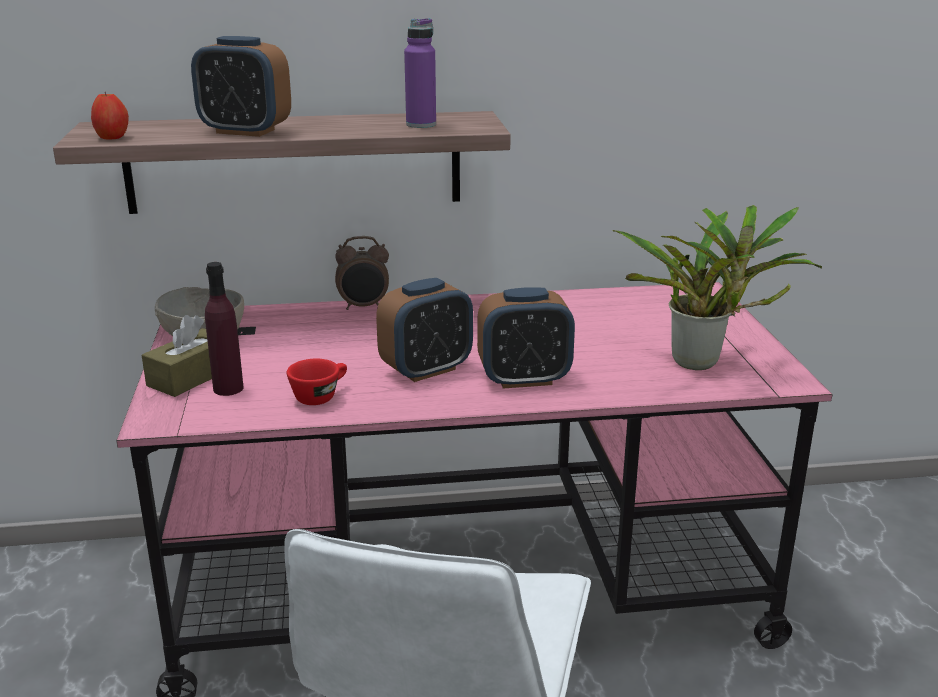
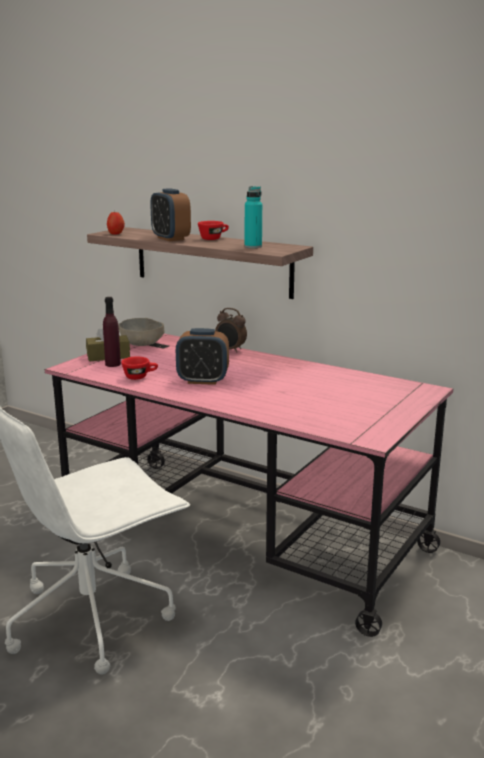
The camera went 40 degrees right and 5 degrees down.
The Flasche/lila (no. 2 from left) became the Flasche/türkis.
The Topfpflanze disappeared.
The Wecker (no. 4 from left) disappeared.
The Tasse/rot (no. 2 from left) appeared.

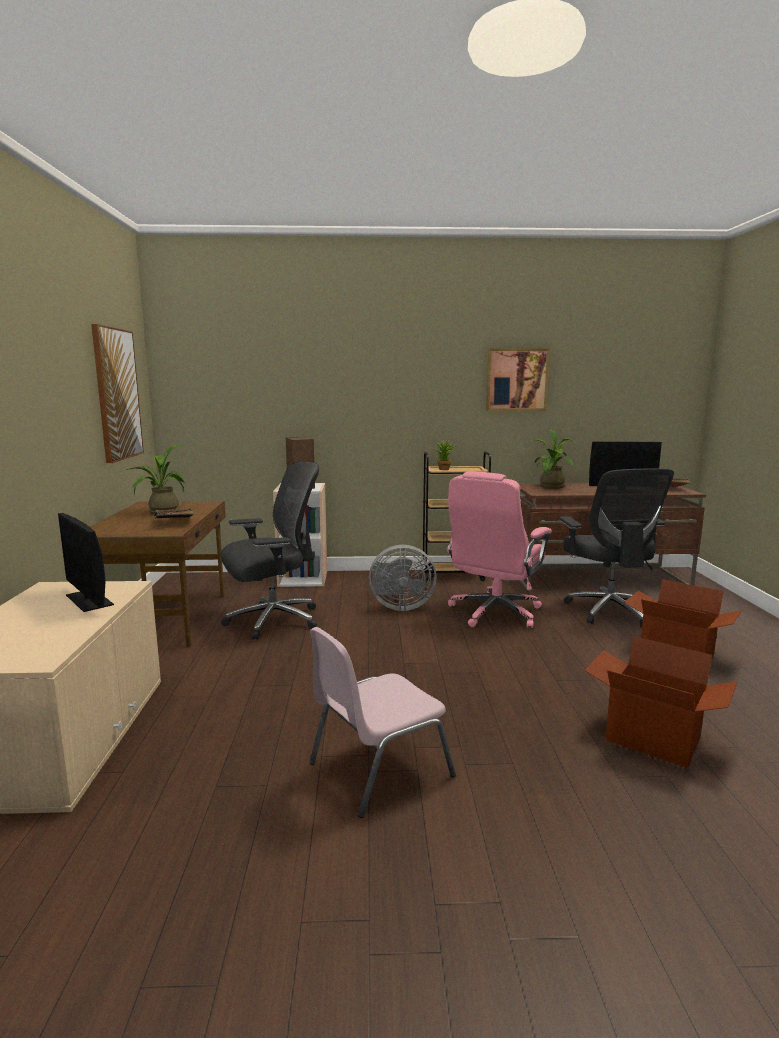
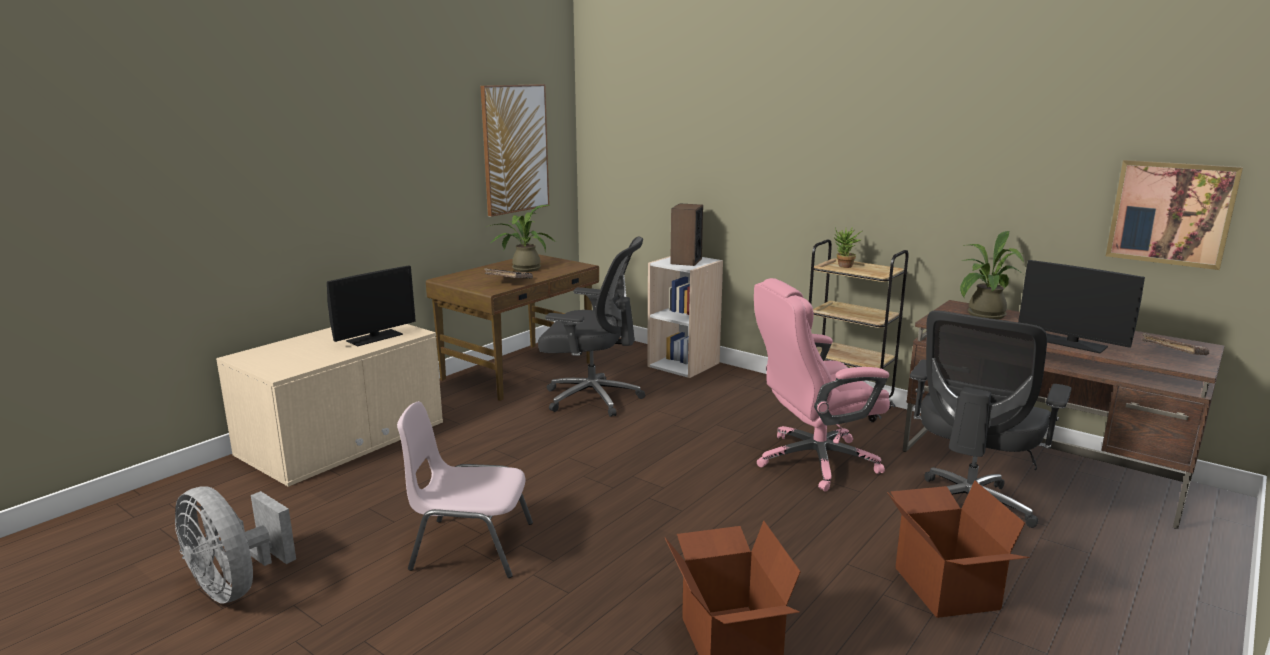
The camera went 40 degrees right and 5 degrees up.
The Bild (no. 2 from left) moved.
The Monitor (no. 1 from left) turned 135 degrees counterclockwise.
The Ventilator/grau moved.

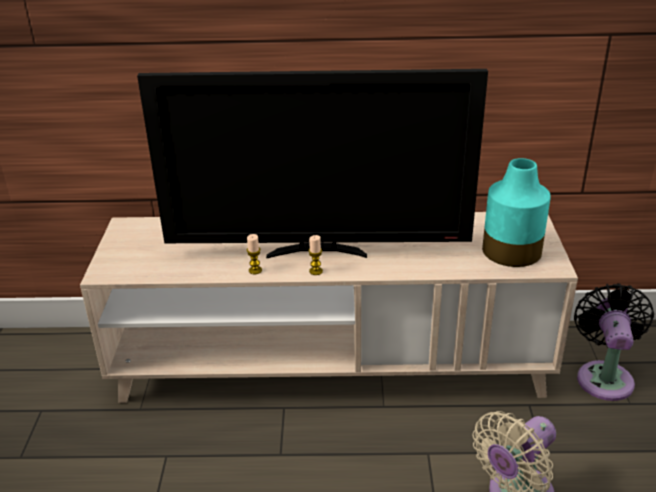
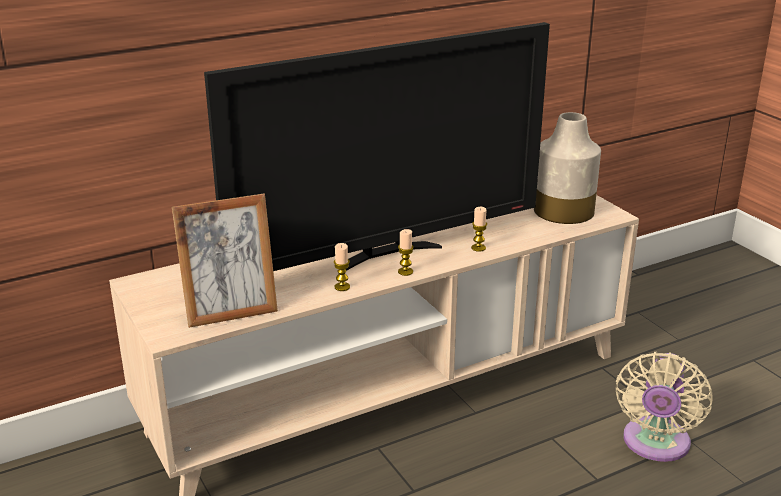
The camera went 30 degrees left and 5 degrees down.
The Vase/türkis became the Vase/beige.
The Ventilator/schwarz disappeared.
The Bilderrahmen appeared.
The Kerze (no. 3 from left) appeared.

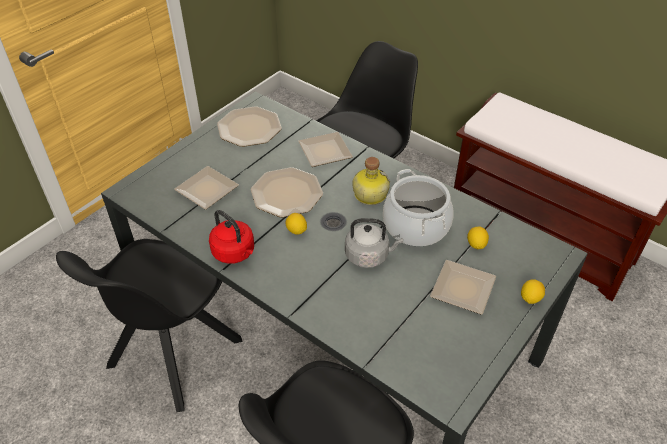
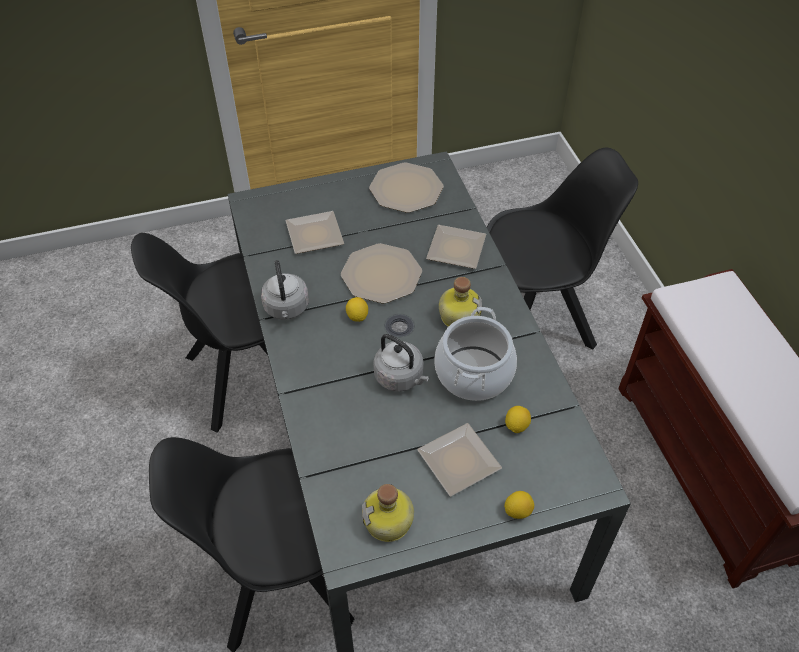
The camera went 35 degrees right and 5 degrees up.
The Wasserkessel/rot became the Wasserkessel/grau (no. 1 from left).
The Flasche (no. 1 from left) appeared.

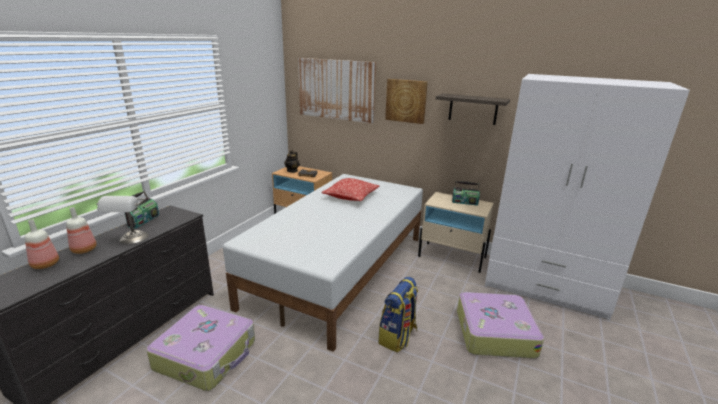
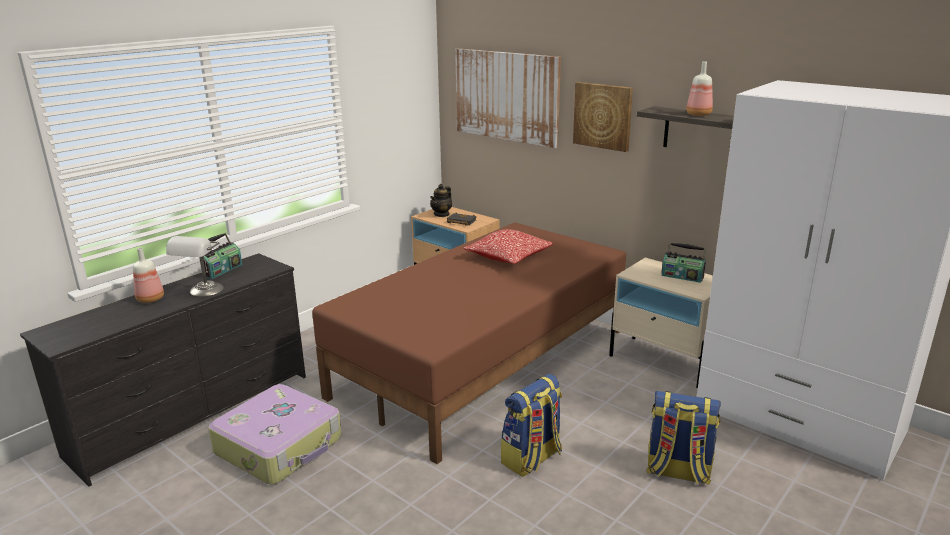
The camera went 15 degrees right and 0 degrees up.
The Bett/weiß became the Bett/braun.
The Flasche (no. 1 from left in the first image) moved.
The Koffer (no. 2 from left) was replaced by the Rucksack (no. 2 from left).

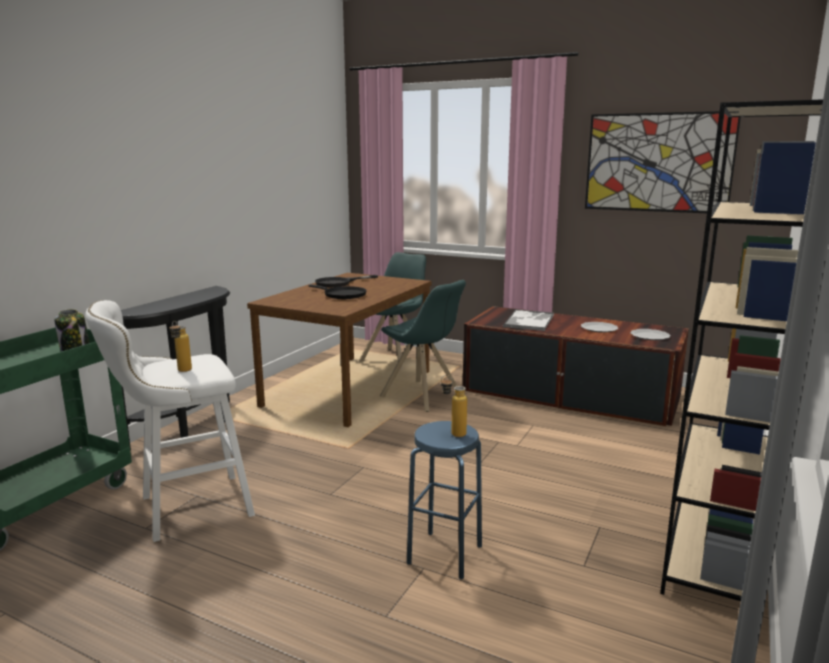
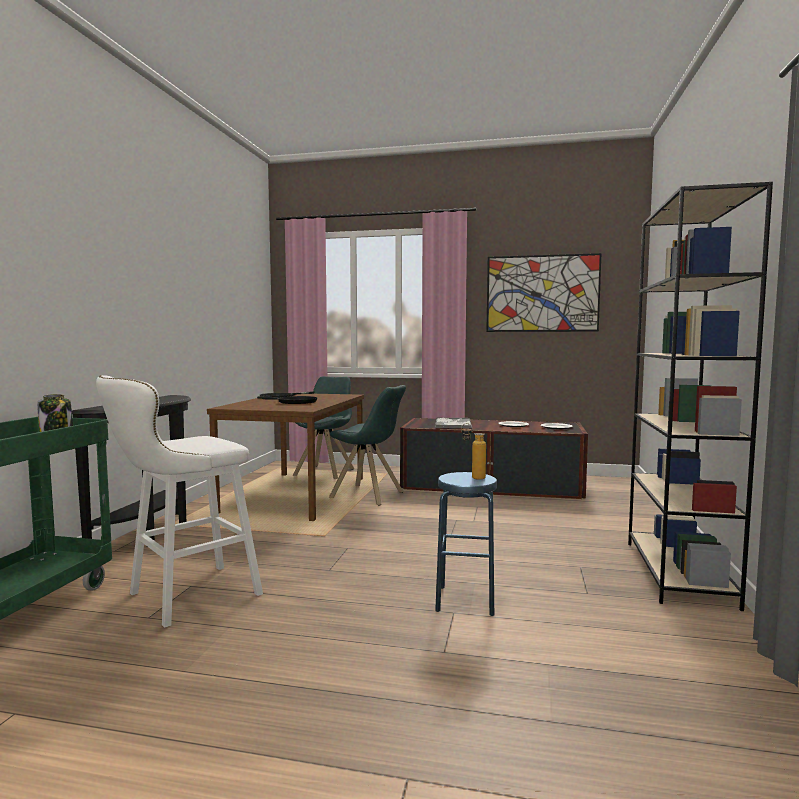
The camera went 15 degrees left and 10 degrees down.
The Flasche (no. 1 from left) disappeared.

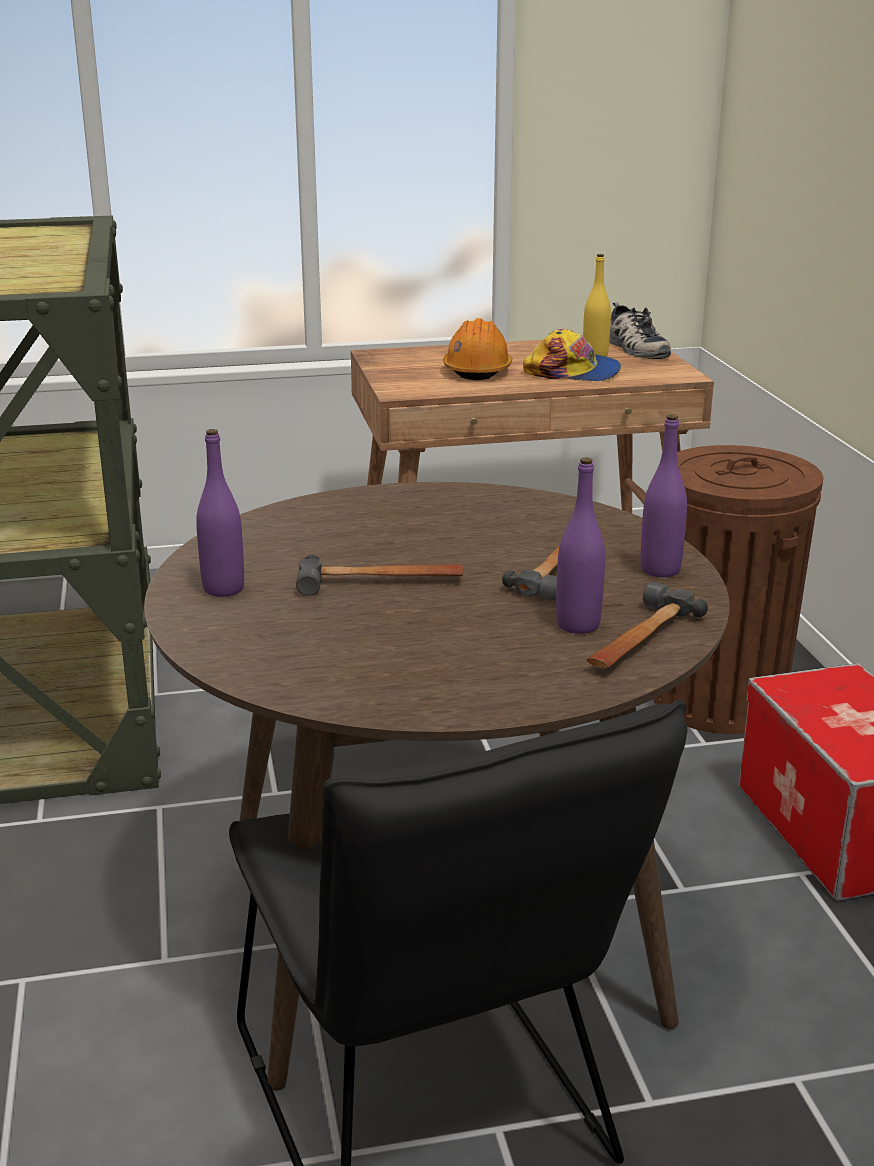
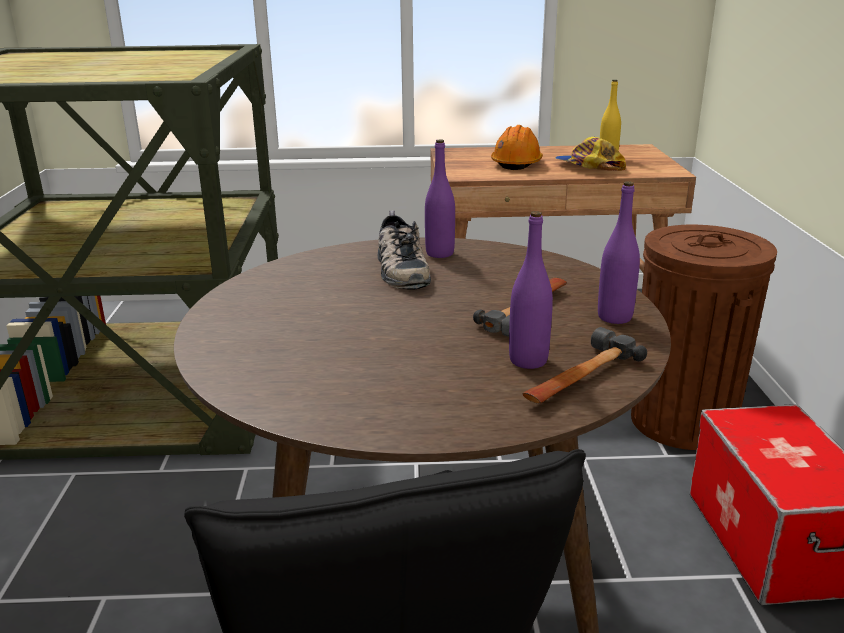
The camera went 10 degrees right and 0 degrees up.
The Schuh moved.
The Kappe turned 150 degrees counterclockwise.
The Flasche/lila (no. 1 from left) moved.
The Hammer (no. 1 from left) disappeared.

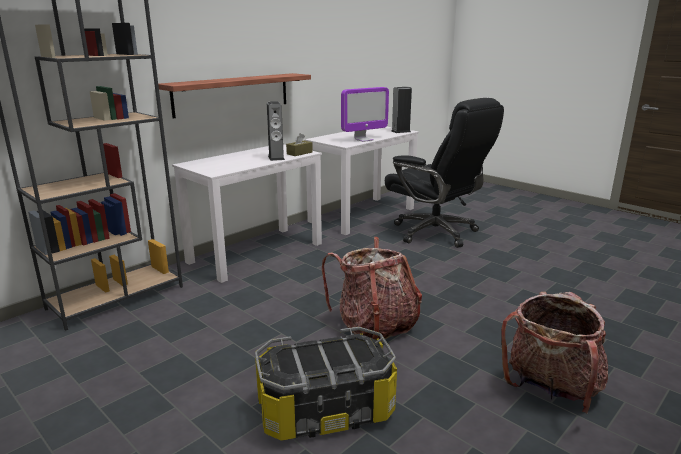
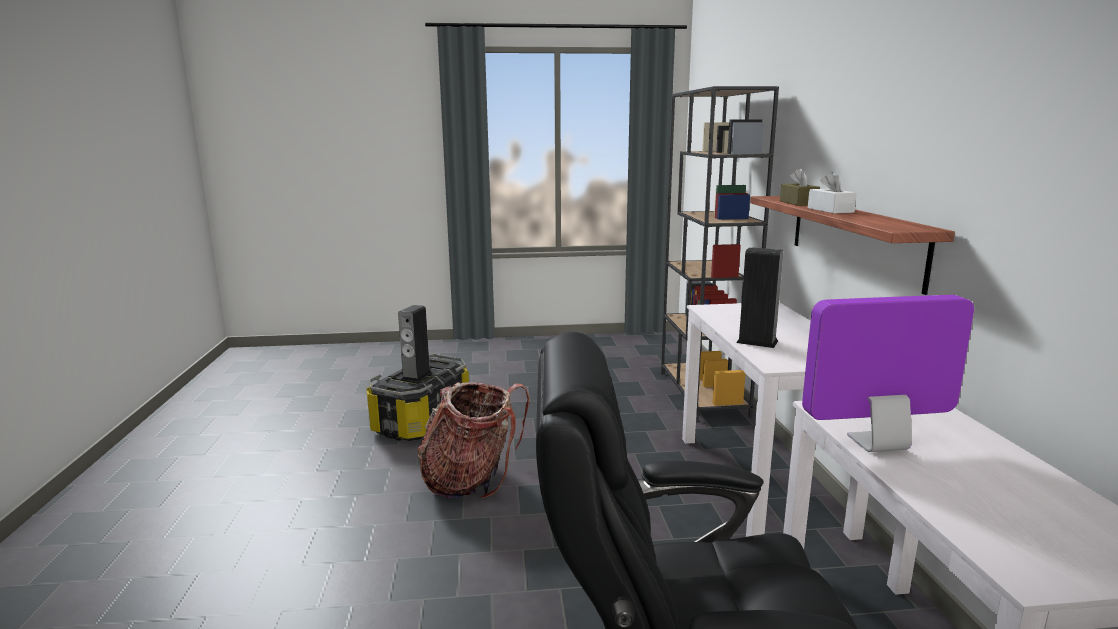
The camera went 130 degrees right and 5 degrees down.
The Monitor turned 75 degrees clockwise.
The Lautsprecher (no. 2 from left in the first image) moved.
The Taschentuchbox/braun moved.
The Rucksack (no. 2 from left) disappeared.
The Taschentuchbox/weiß appeared.

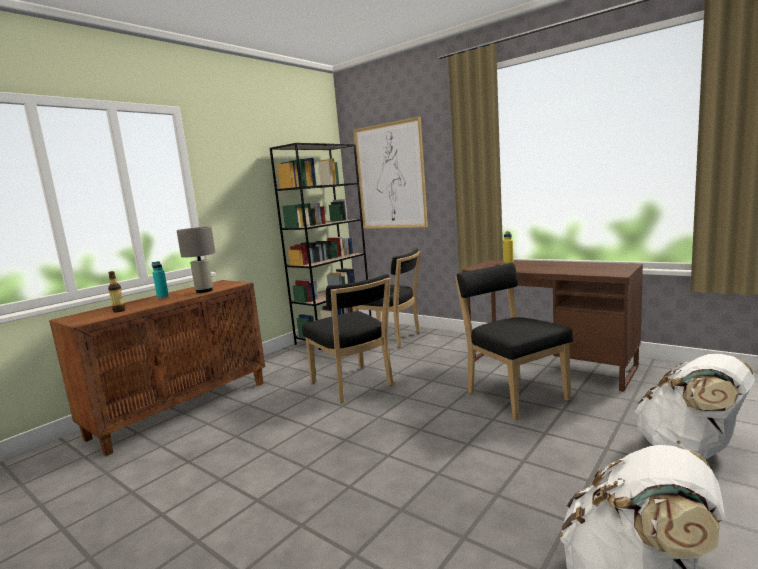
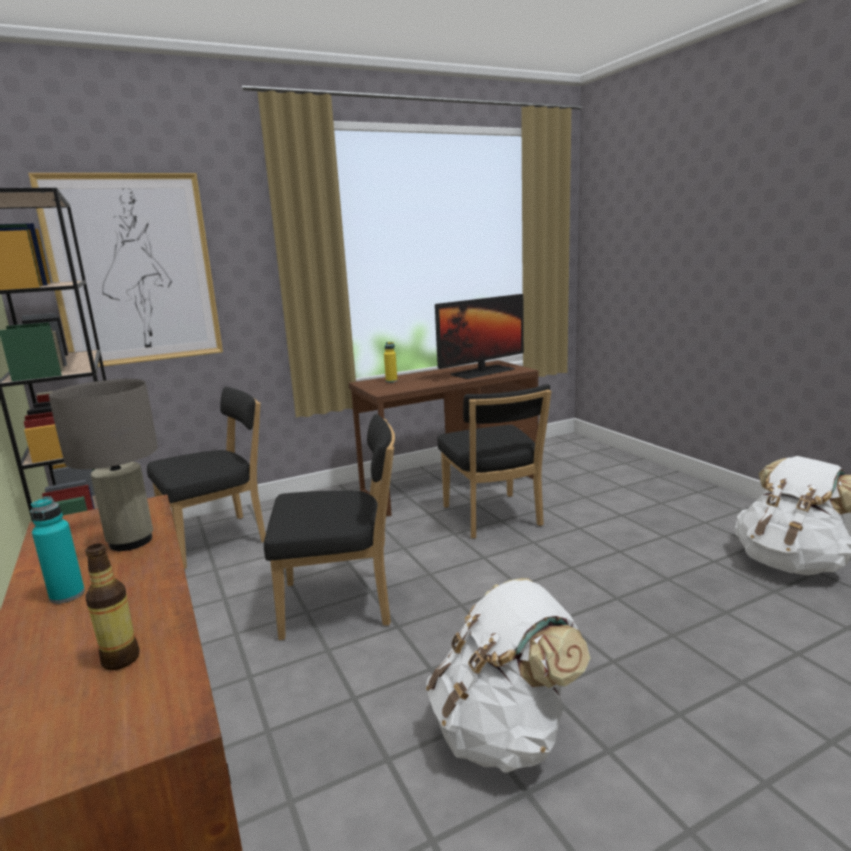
The camera went 65 degrees left and 5 degrees up.
The Stuhl/schwarz (no. 3 from left) turned 105 degrees counterclockwise.
The Rucksack/weiß (no. 2 from left in the first image) moved.
The Monitor appeared.

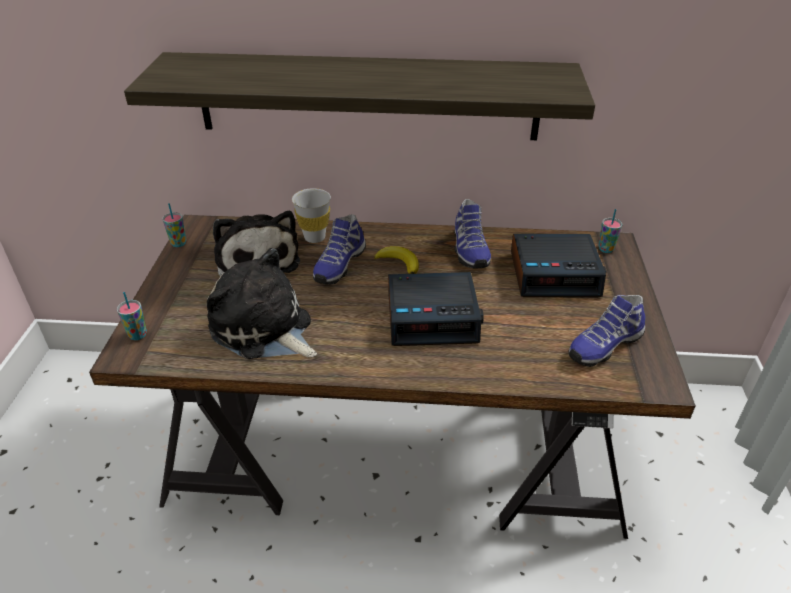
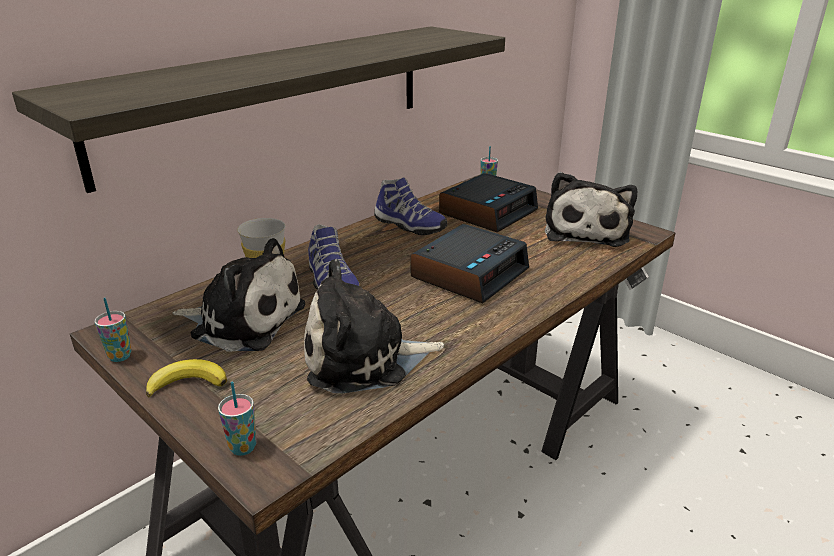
The camera went 50 degrees left and 10 degrees down.
The Banane moved.
The Schuh (no. 3 from left) was replaced by the Plüschtier (no. 3 from left).

